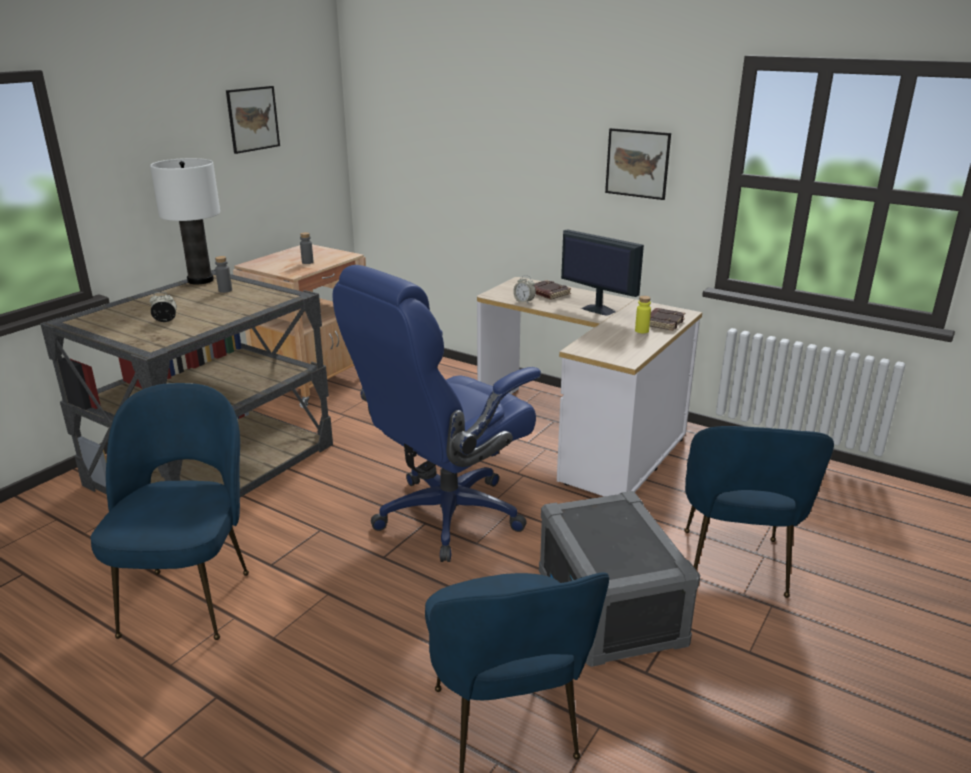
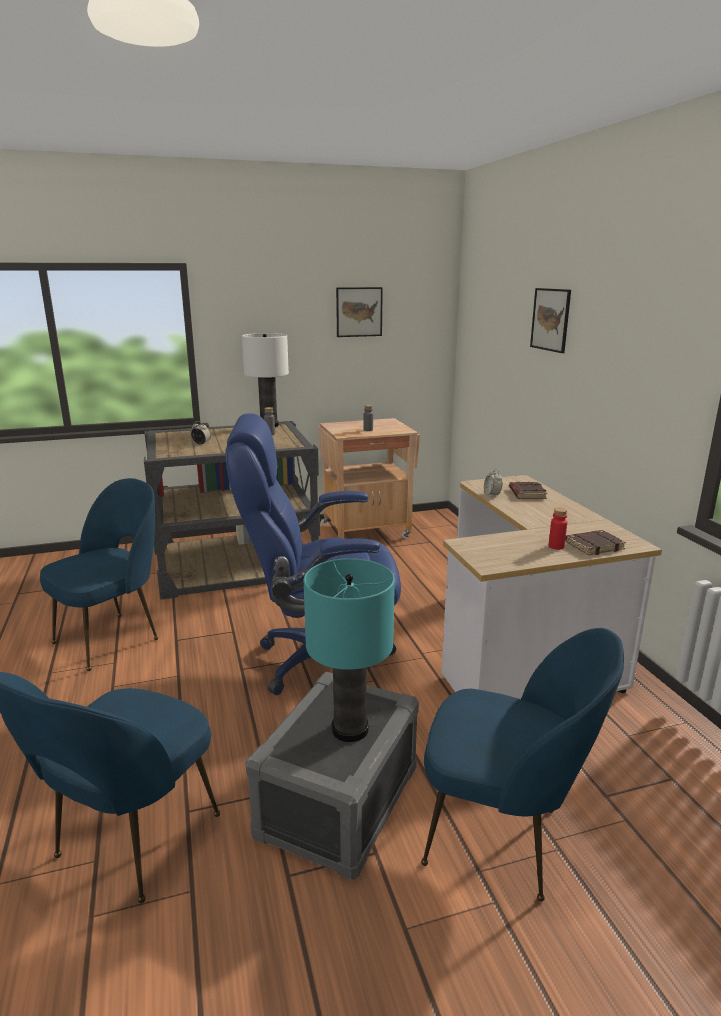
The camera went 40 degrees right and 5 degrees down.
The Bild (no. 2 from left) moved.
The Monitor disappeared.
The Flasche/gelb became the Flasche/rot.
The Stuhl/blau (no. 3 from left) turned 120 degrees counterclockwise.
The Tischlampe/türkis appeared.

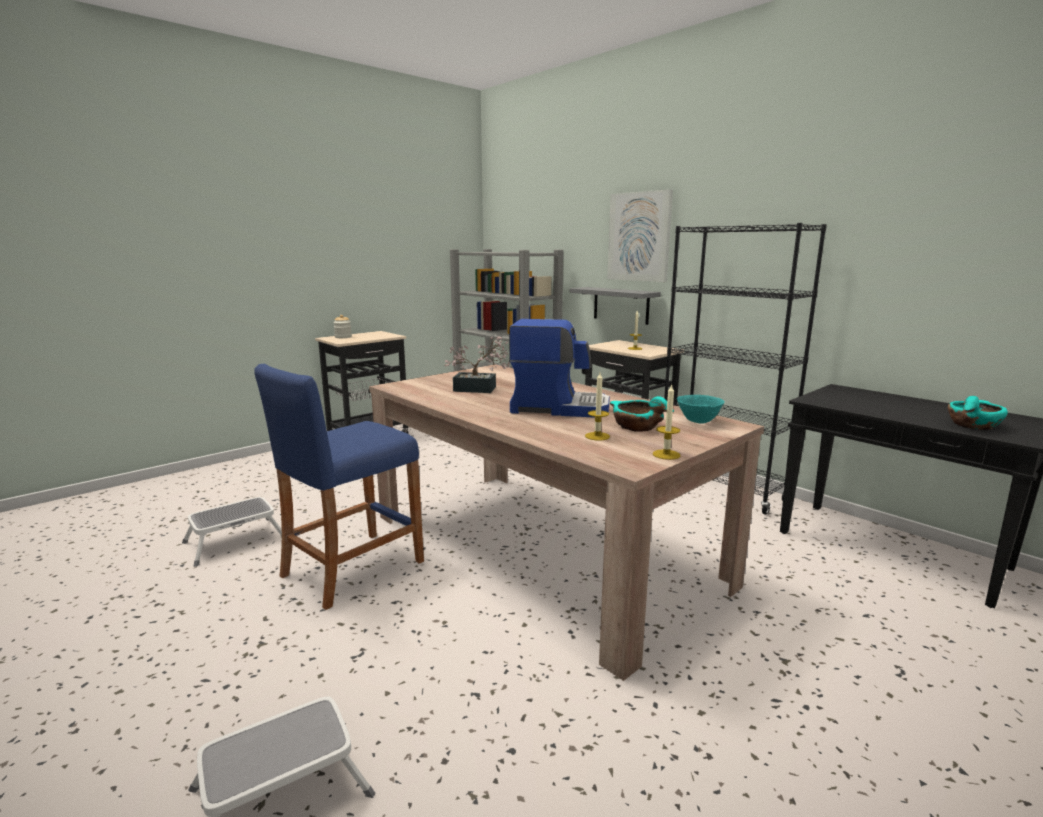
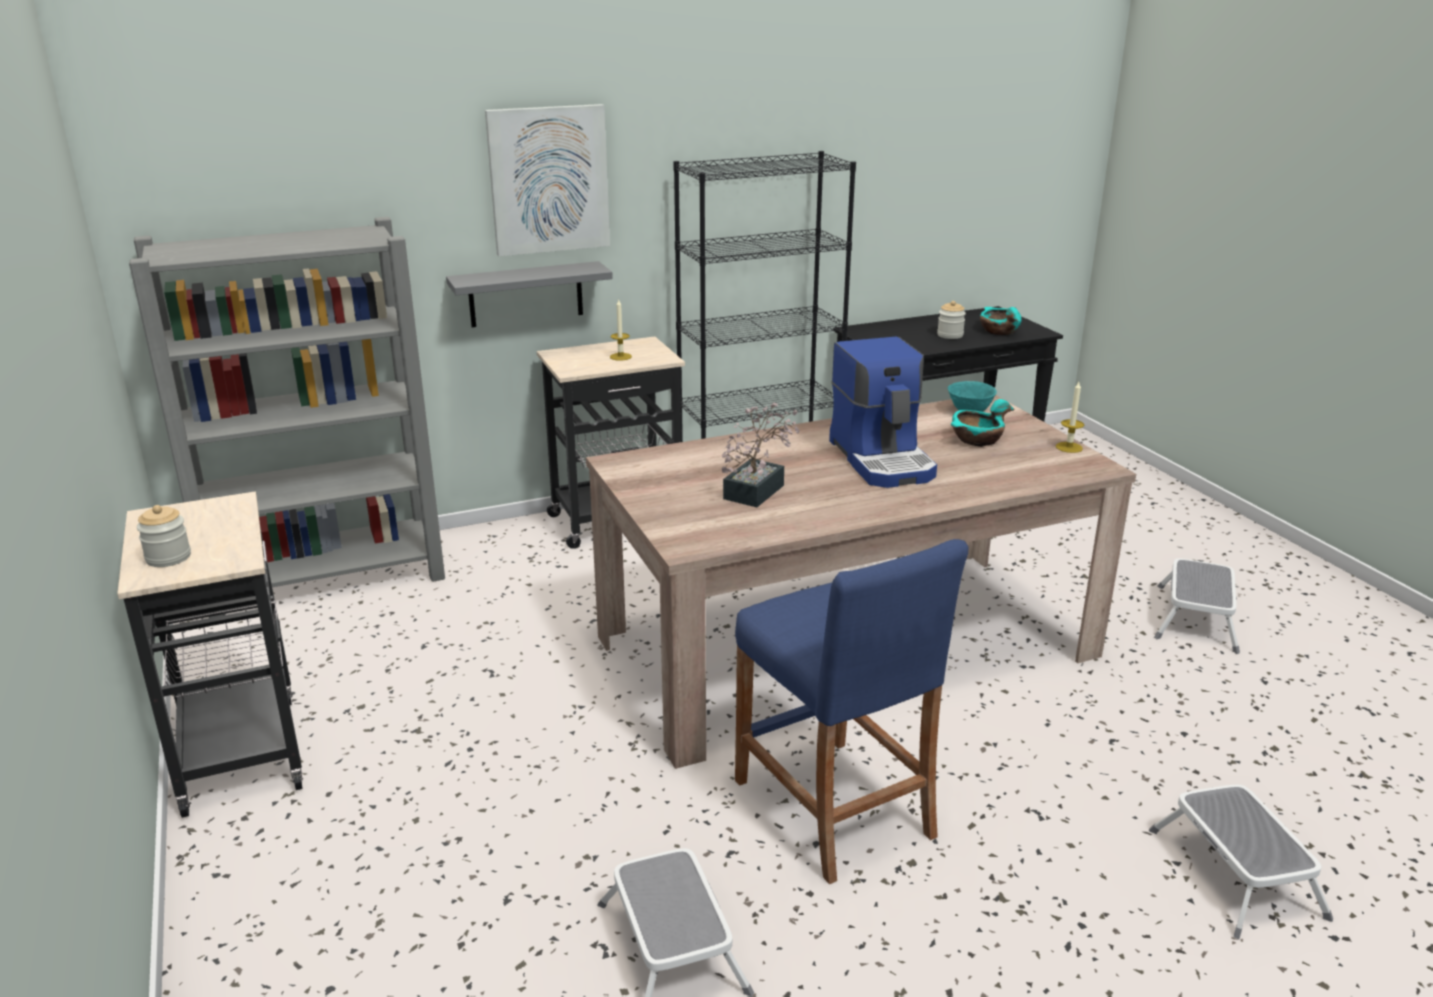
The camera went 70 degrees left and 10 degrees up.
The Kaffeemaschine turned 135 degrees clockwise.
The Kerze (no. 1 from left) disappeared.
The Vorratsglas (no. 2 from left) appeared.
The Trittleiter/grau (no. 2 from left) appeared.

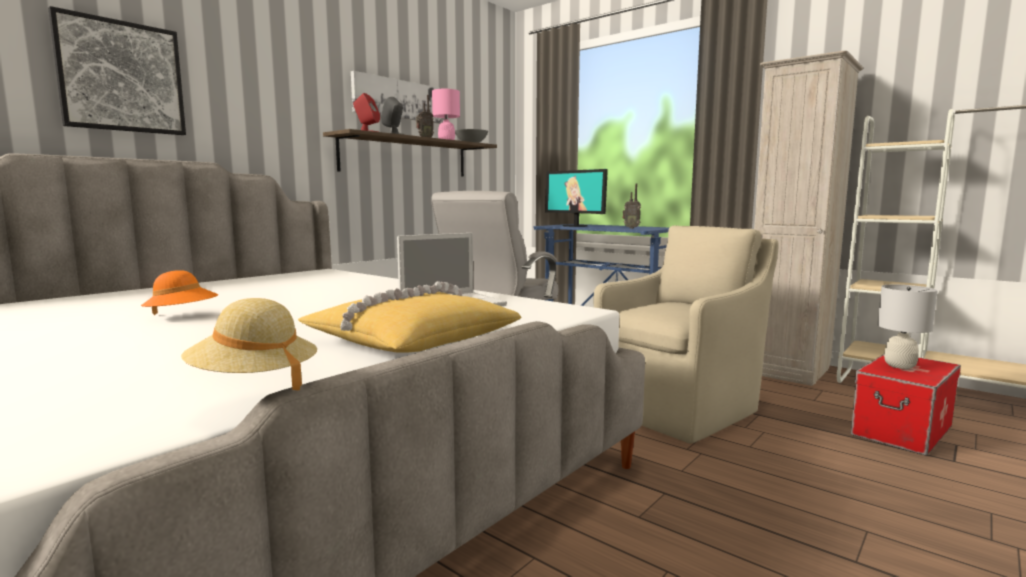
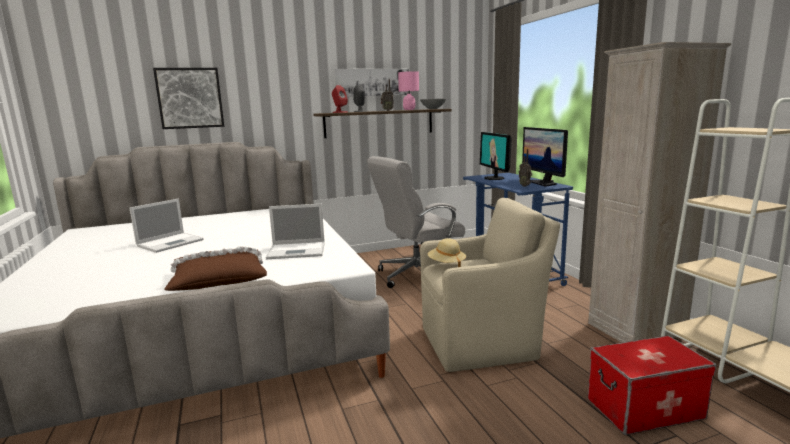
The camera went 30 degrees right and 5 degrees up.
The Hut/orange was replaced by the Laptop (no. 1 from left).
The Kissen/gelb became the Kissen/braun.
The Tischlampe/grau disappeared.
The Hut/beige moved.
The Monitor (no. 2 from left) appeared.

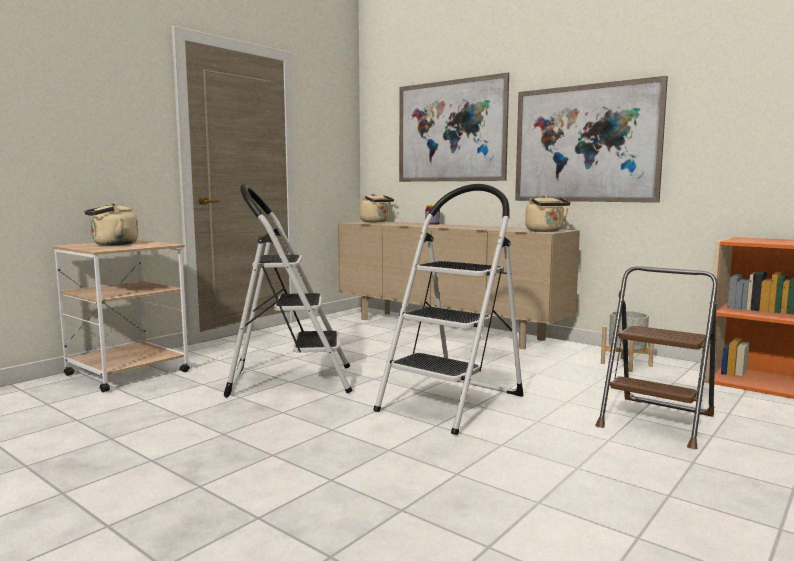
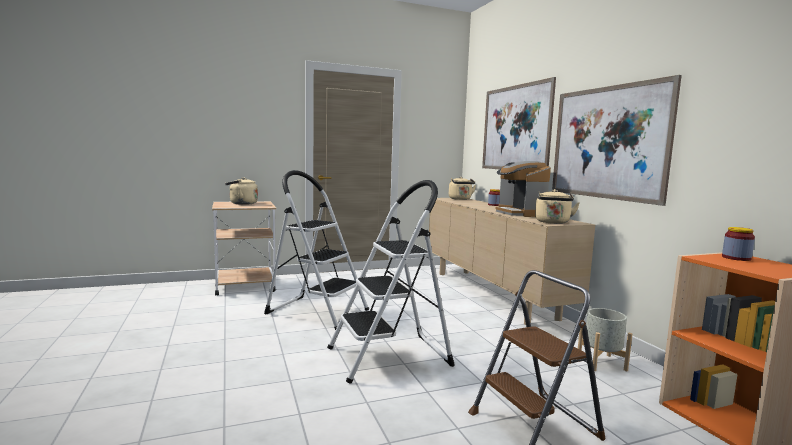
The camera went 30 degrees right and 0 degrees up.
The Kaffeemaschine appeared.
The Vorratsglas (no. 2 from left) appeared.

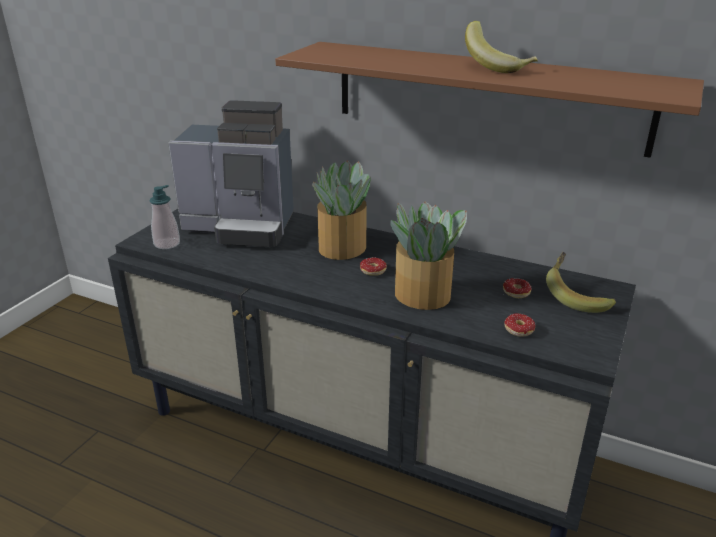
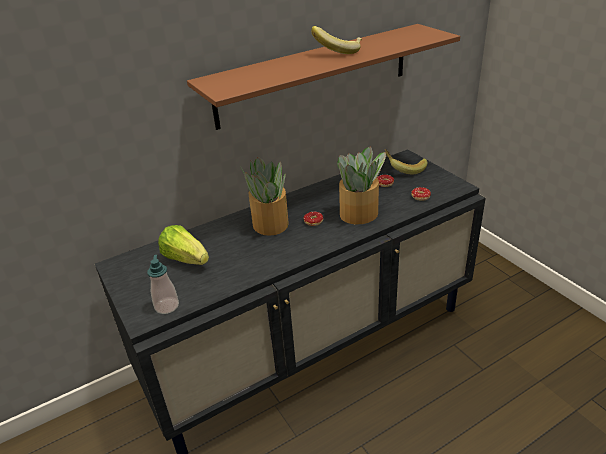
The camera went 55 degrees left and 5 degrees up.
The Kaffeemaschine was replaced by the Salatkopf.

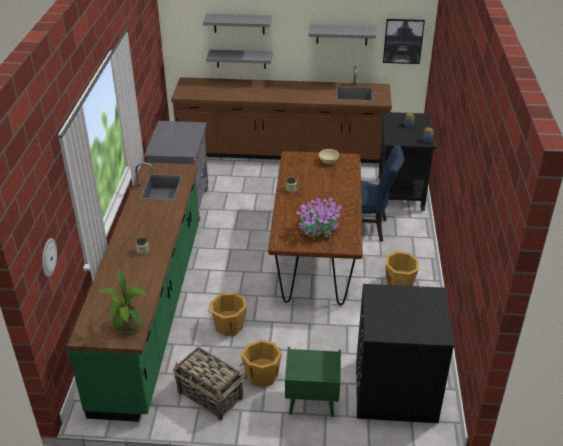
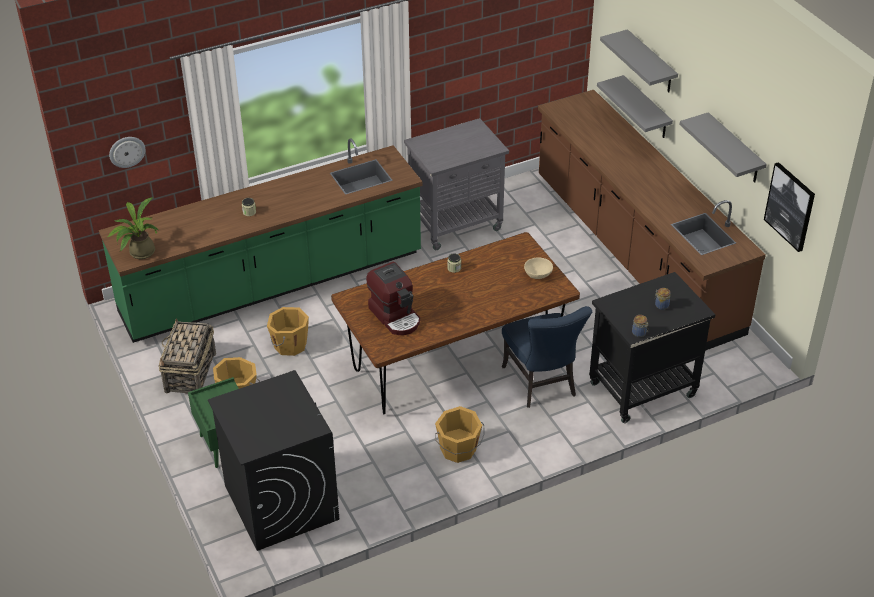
The camera went 60 degrees right and 5 degrees up.
The Topfpflanze (no. 2 from left) was replaced by the Kaffeemaschine.

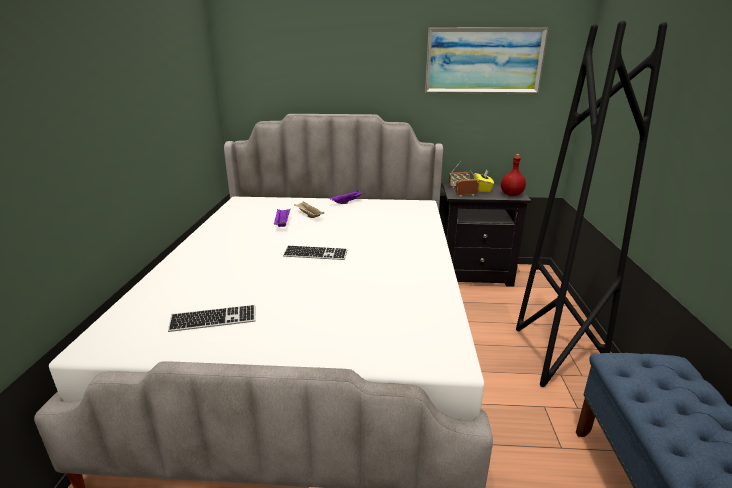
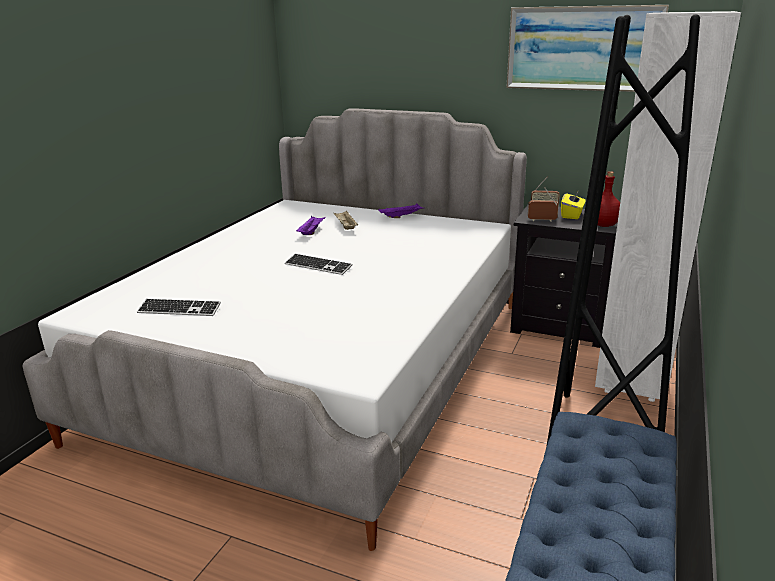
The camera went 20 degrees right and 0 degrees up.
The Bücherregal/weiß appeared.

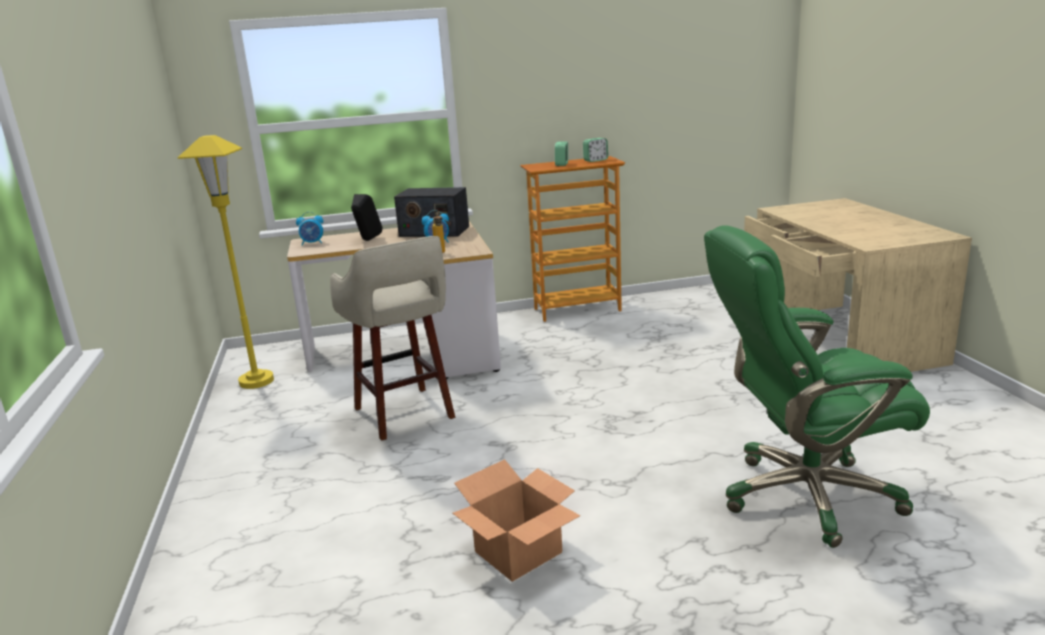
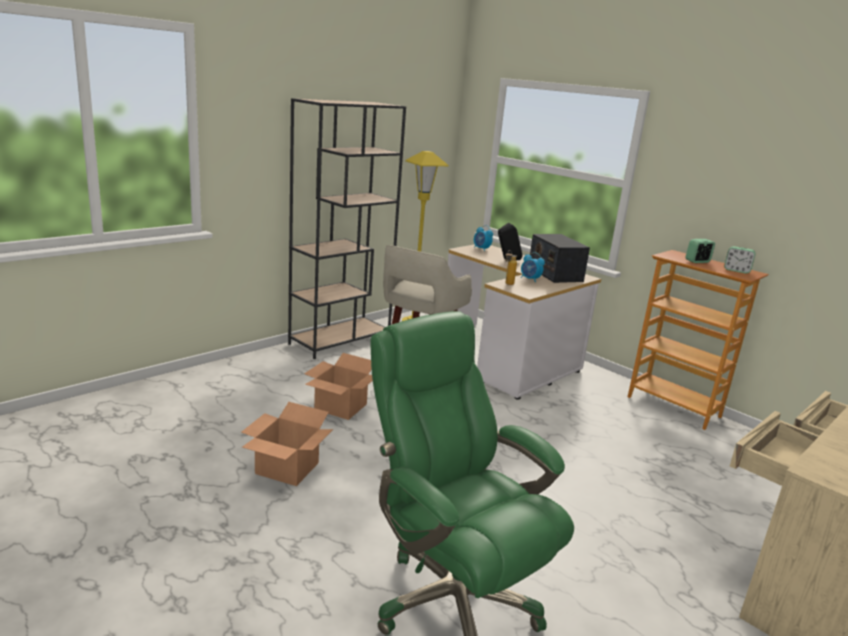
The camera went 55 degrees right and 0 degrees up.
The Bücherregal (no. 1 from left) appeared.
The Karton (no. 2 from left) appeared.

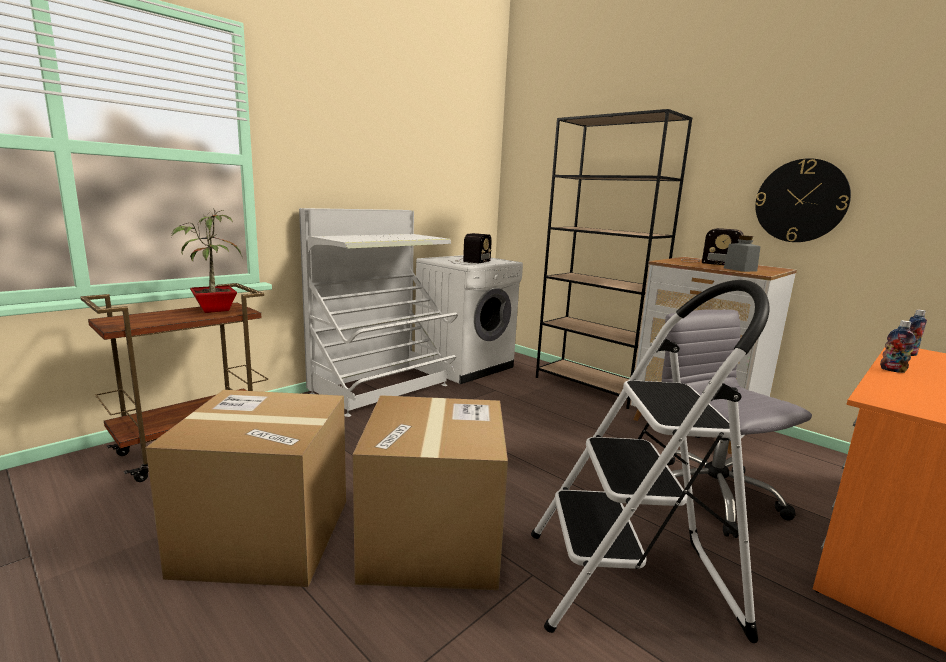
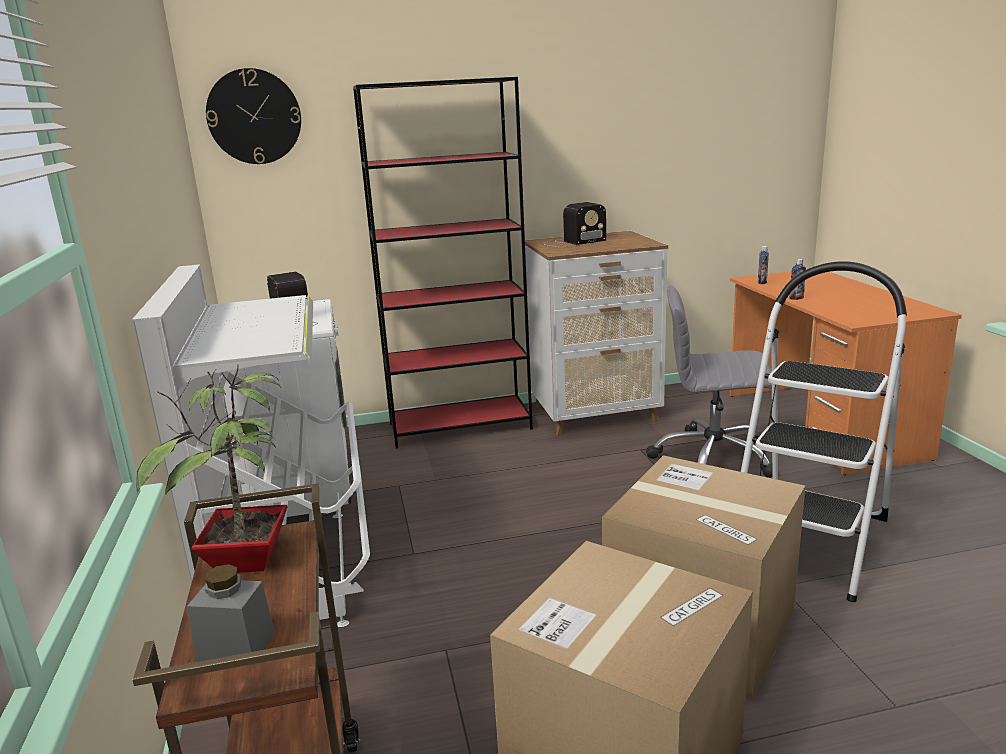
The camera went 55 degrees left and 5 degrees up.
The Bücherregal/beige became the Bücherregal/rot.
The Wanduhr moved.
The Vorratsglas/grau moved.

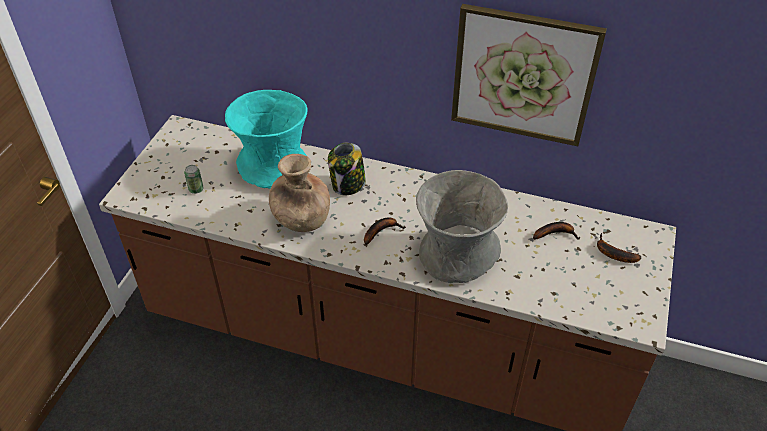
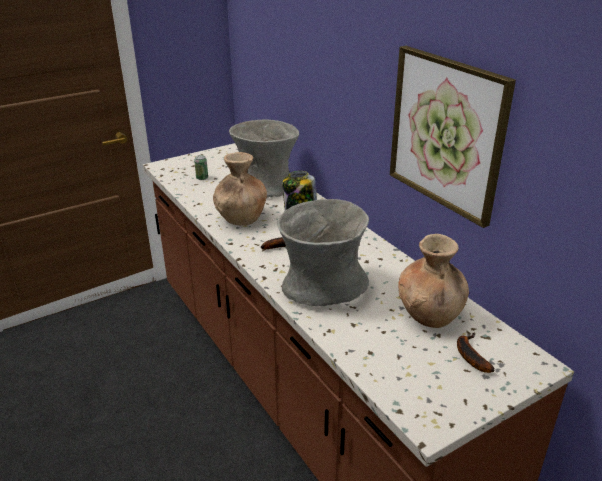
The camera went 40 degrees right and 15 degrees down.
The Vase/türkis became the Vase/grau (no. 1 from left).
The Banane (no. 2 from left) was replaced by the Vase/braun (no. 2 from left).

